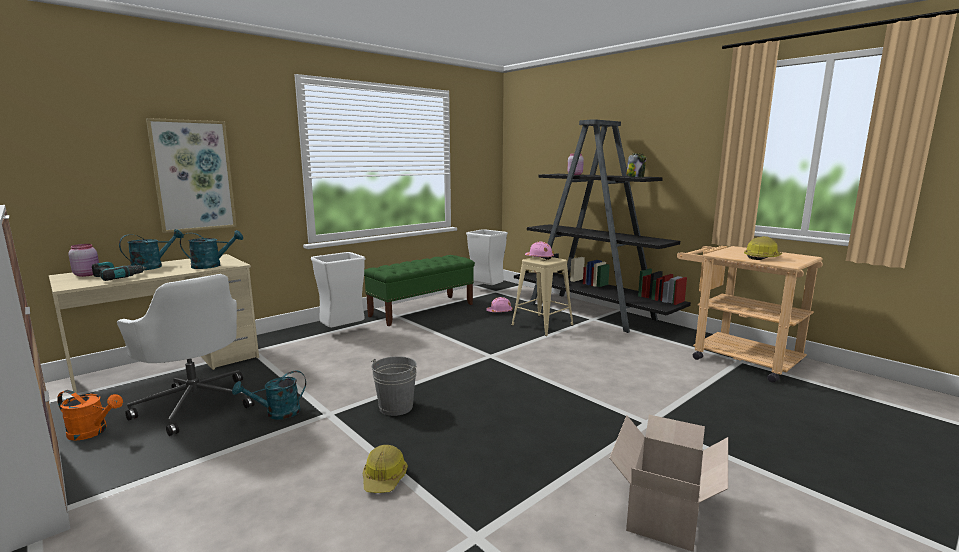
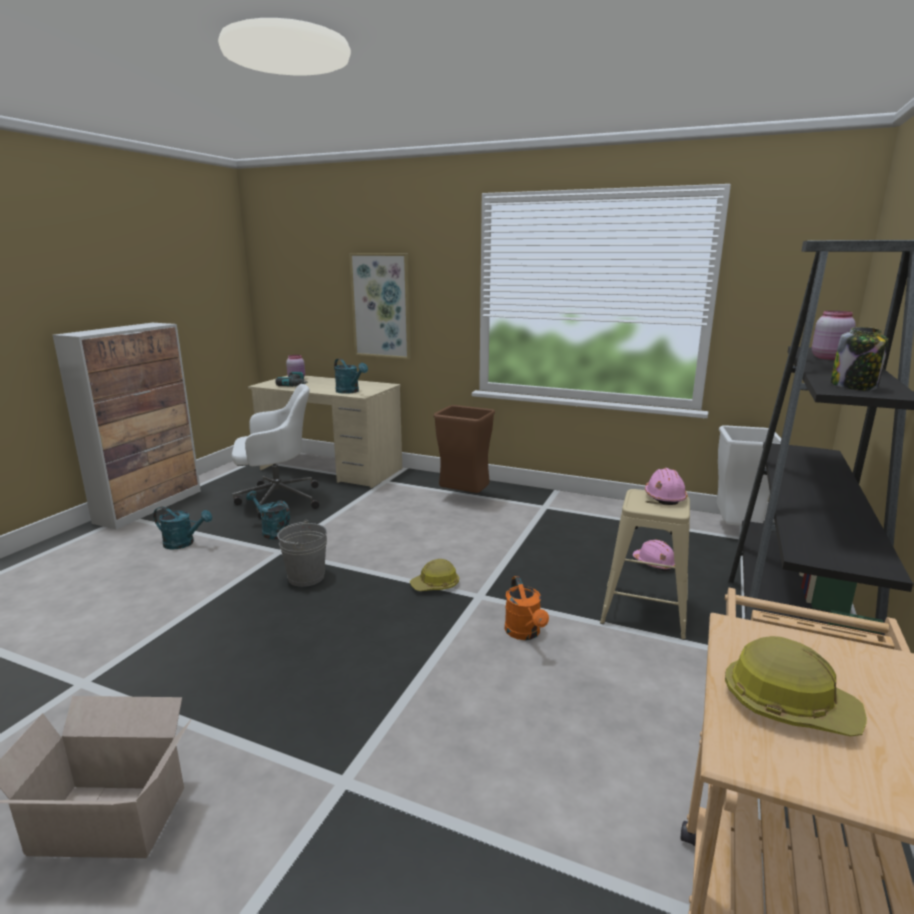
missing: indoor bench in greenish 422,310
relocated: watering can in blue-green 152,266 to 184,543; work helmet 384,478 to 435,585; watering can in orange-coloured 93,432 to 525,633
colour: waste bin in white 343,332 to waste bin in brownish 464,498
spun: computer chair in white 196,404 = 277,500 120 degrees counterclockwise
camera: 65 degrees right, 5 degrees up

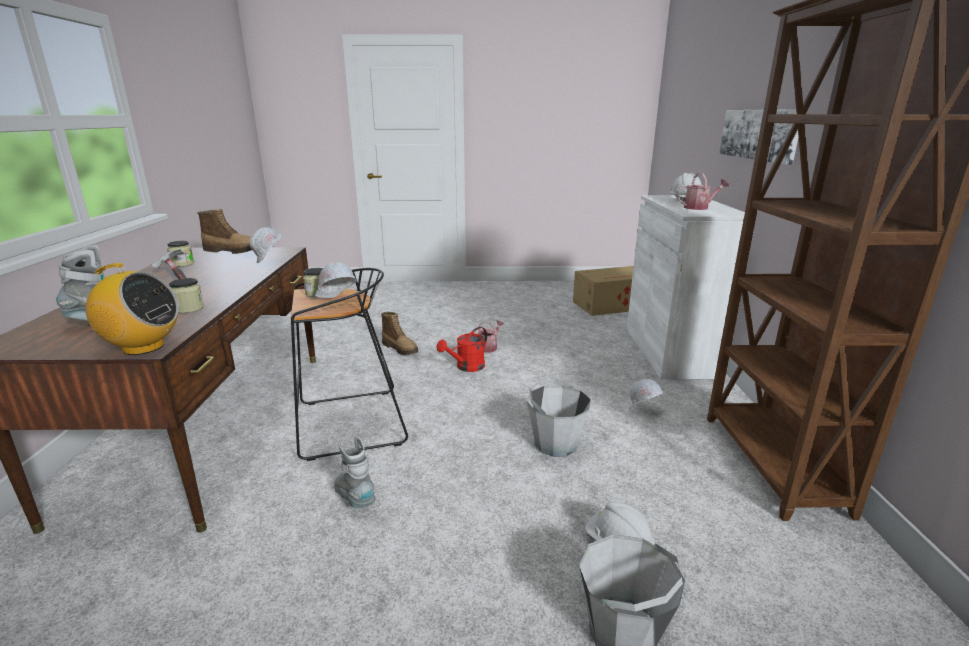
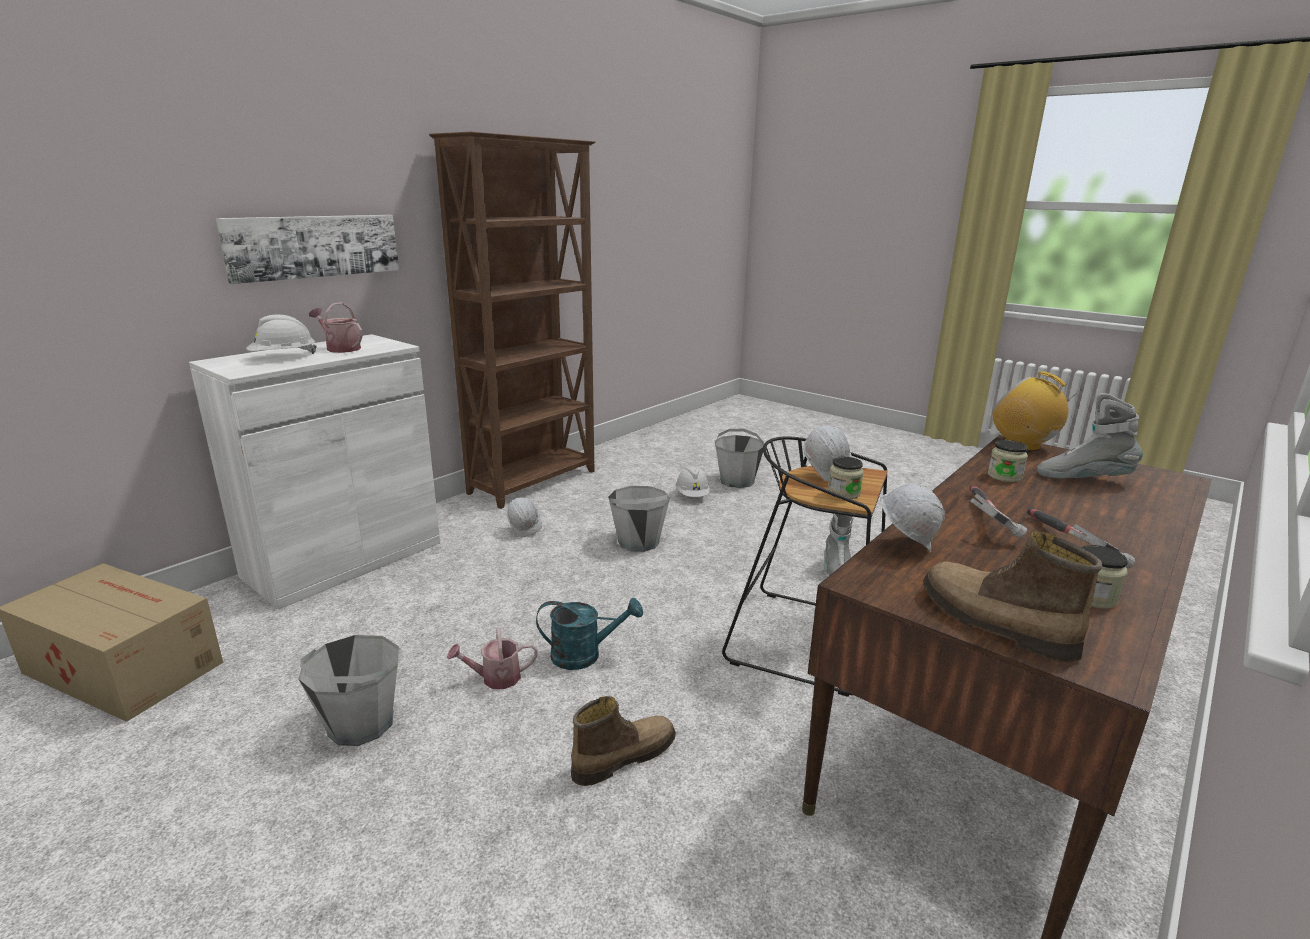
appeared: water bucket in gray 360,724; hammer 985,519
colour: watering can in reddish 466,367 to watering can in blue-green 585,655
spun: high-top boot 400,349 = 623,756 60 degrees clockwise
camera: 140 degrees left, 0 degrees up

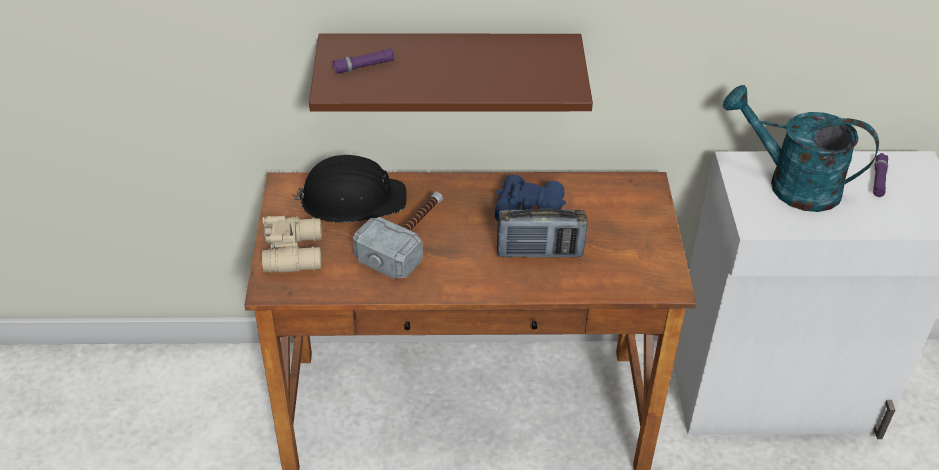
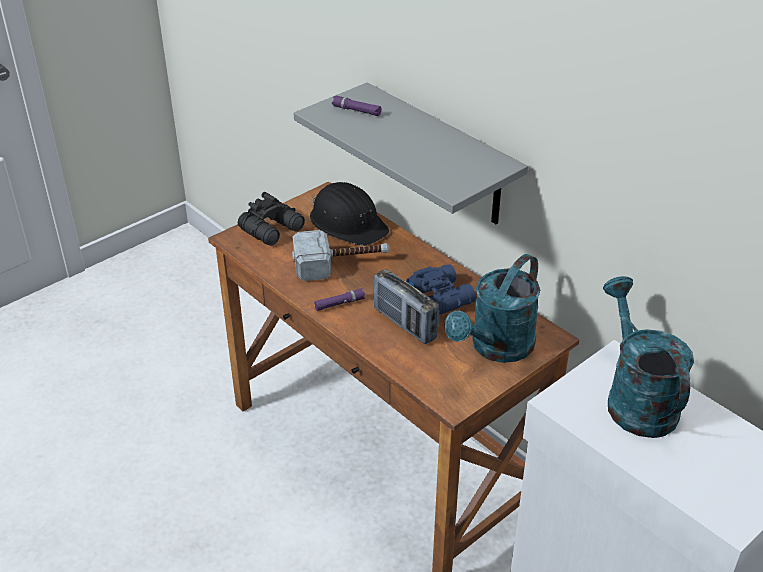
appeared: watering can in blue-green 496,348
relocated: flashlight in purple-coloured 878,179 to 339,303
colour: binoculars in beige-coloured 295,252 to binoculars in black-coloured 273,229; shelf in brownish 450,72 to shelf in gray 441,156
camera: 50 degrees right, 5 degrees down

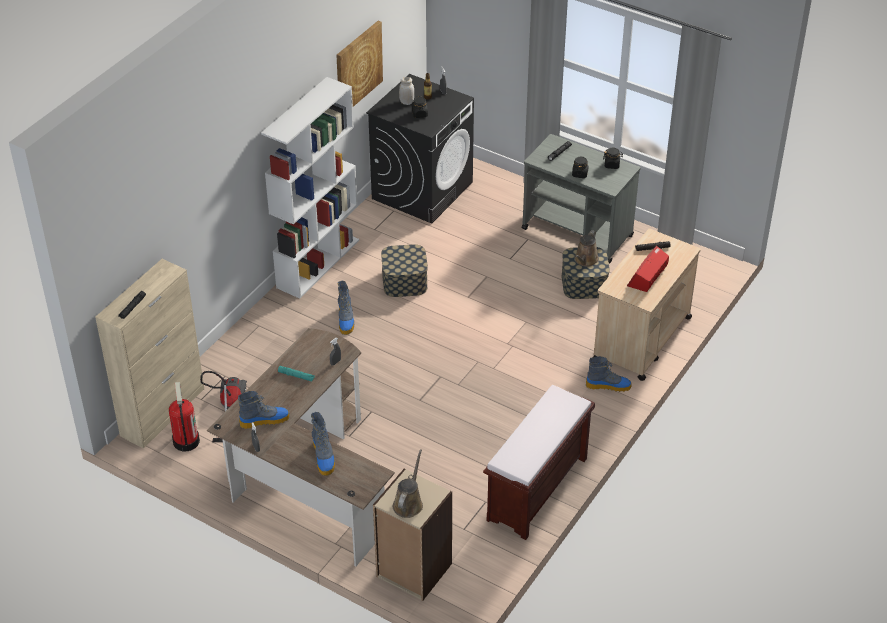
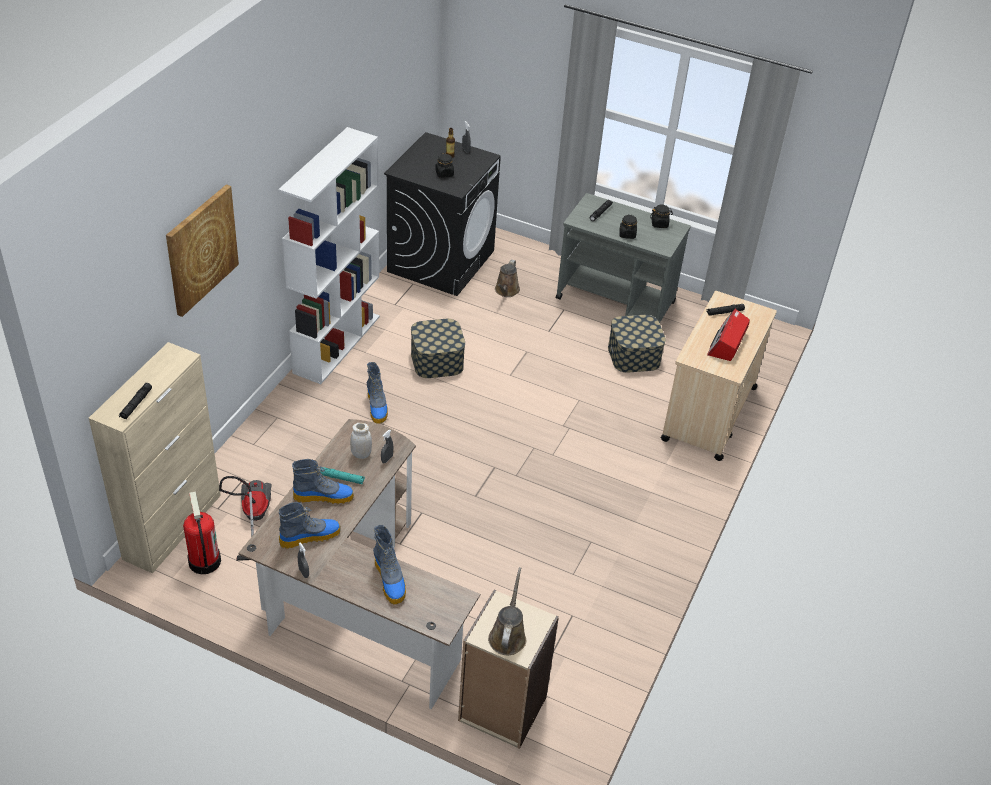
missing: indoor bench in brownish 537,490
relocated: picture 358,67 to 201,249; high-top boot 608,385 to 324,496; storage jar in white 406,102 to 361,454; watering can in brownish 585,260 to 506,291
camera: 10 degrees left, 0 degrees up

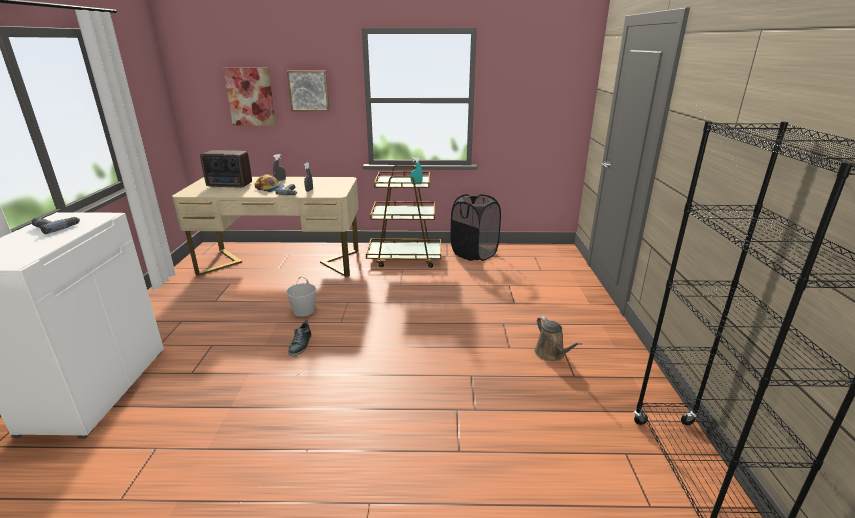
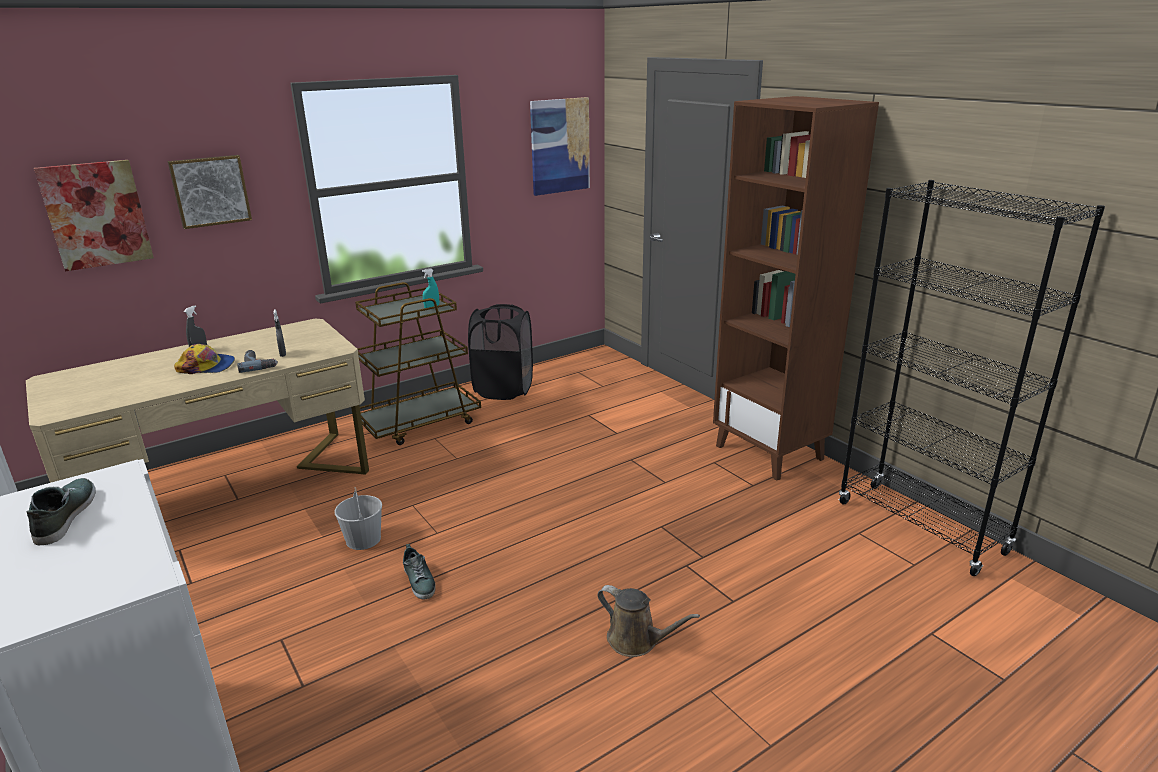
missing: radio receiver 230,185
appeared: picture 560,146; shelving unit in brownish 770,452
relocated: watering can in brownish 551,354 to 636,641
exchanged: power drill 55,227 to shoe 64,516
camera: 35 degrees left, 0 degrees up

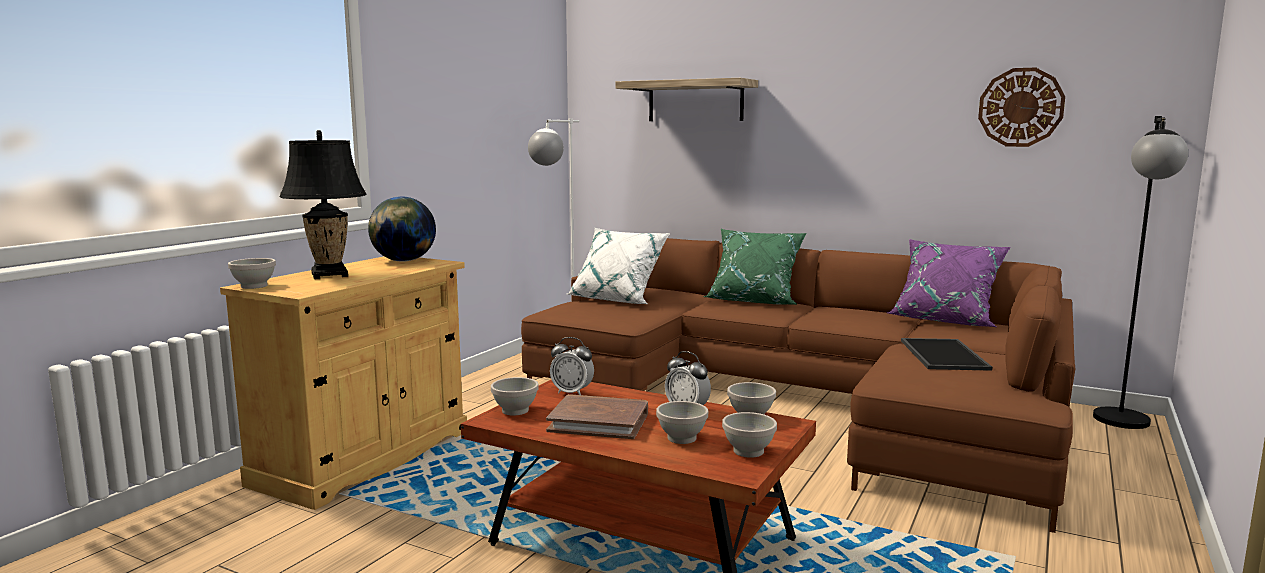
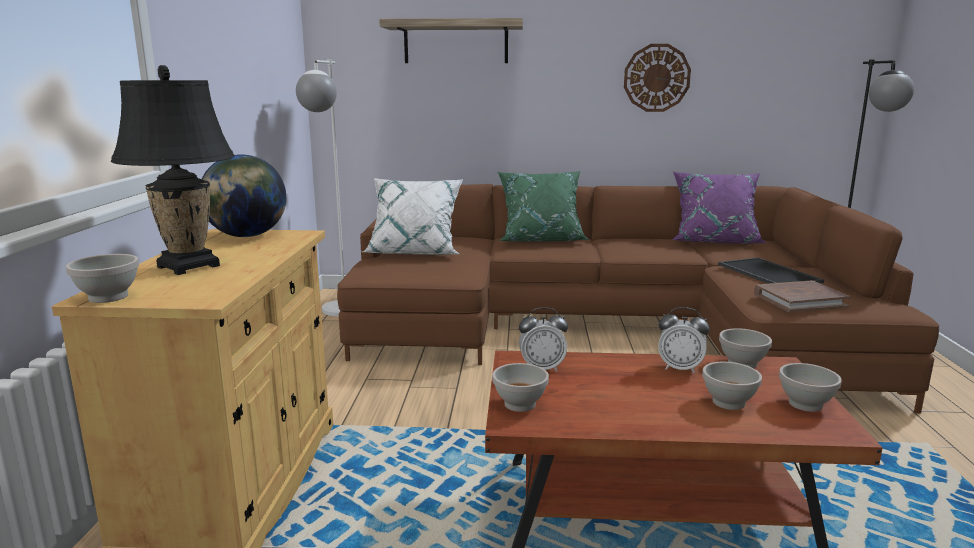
relocated: clock on the wall 1020,107 to 656,78; volume in brownish 599,421 to 799,300
camera: 25 degrees left, 5 degrees up

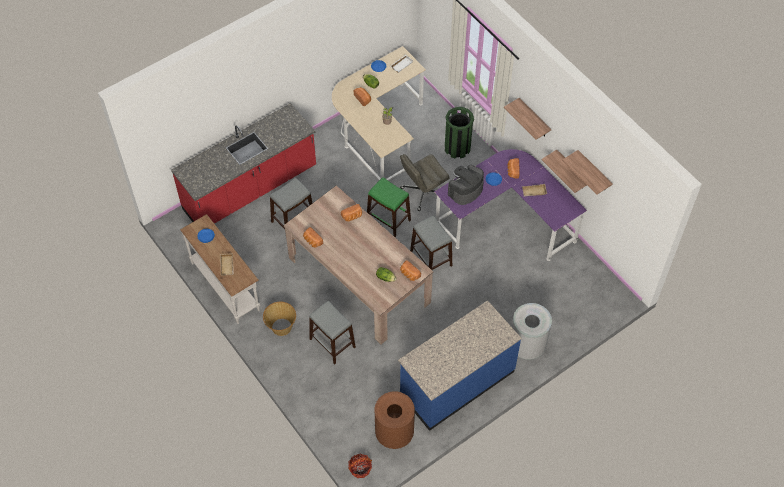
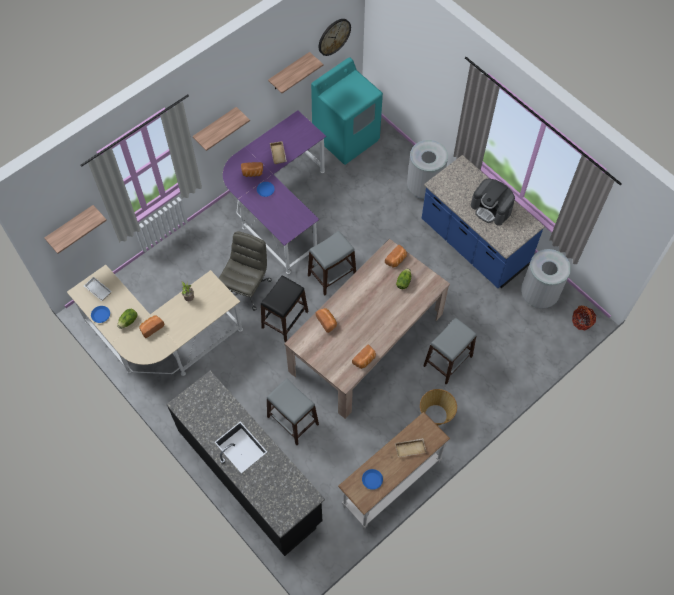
missing: waste bin in greenish 457,148
appeared: washing machine in blue-green 346,138; clock on the wall 334,36
relocated: shelf 572,171 to 71,226; coffee machine 465,190 to 491,209
colour: kitchen counter in reddish 250,189 to kitchen counter in black-coloured 250,476; stool seat in greenish 388,219 to stool seat in black-coloured 284,320; waste bin in brownish 394,433 to waste bin in gray 539,294
spun: computer chair in gray 423,192 = 246,288 120 degrees counterclockwise
camera: 95 degrees left, 5 degrees up

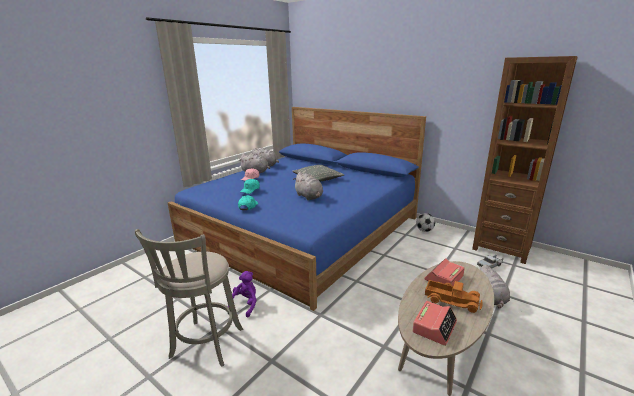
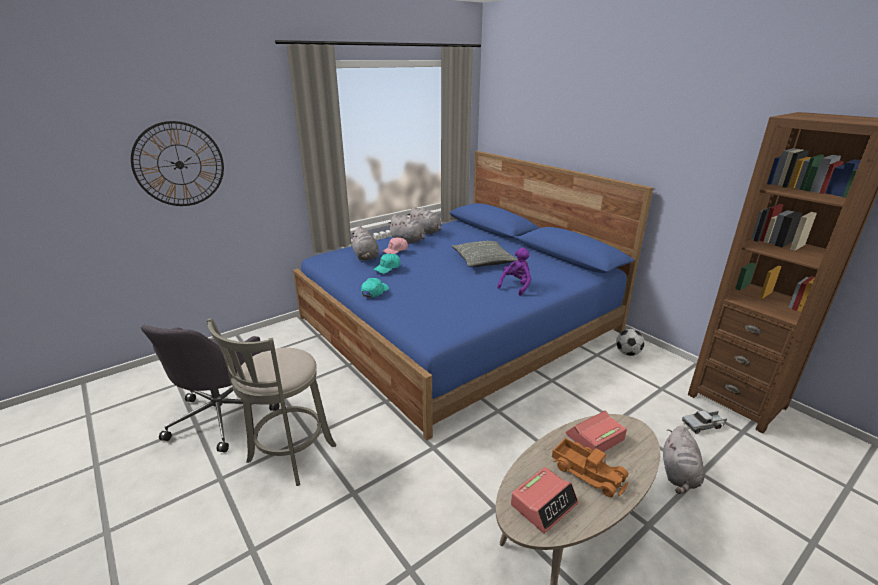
appeared: clock on the wall 179,164; computer chair in gray 223,415
relocated: soft toy in gray 309,197 to 365,257; soft toy in purple-coloured 245,305 to 516,286
camera: 15 degrees right, 5 degrees up

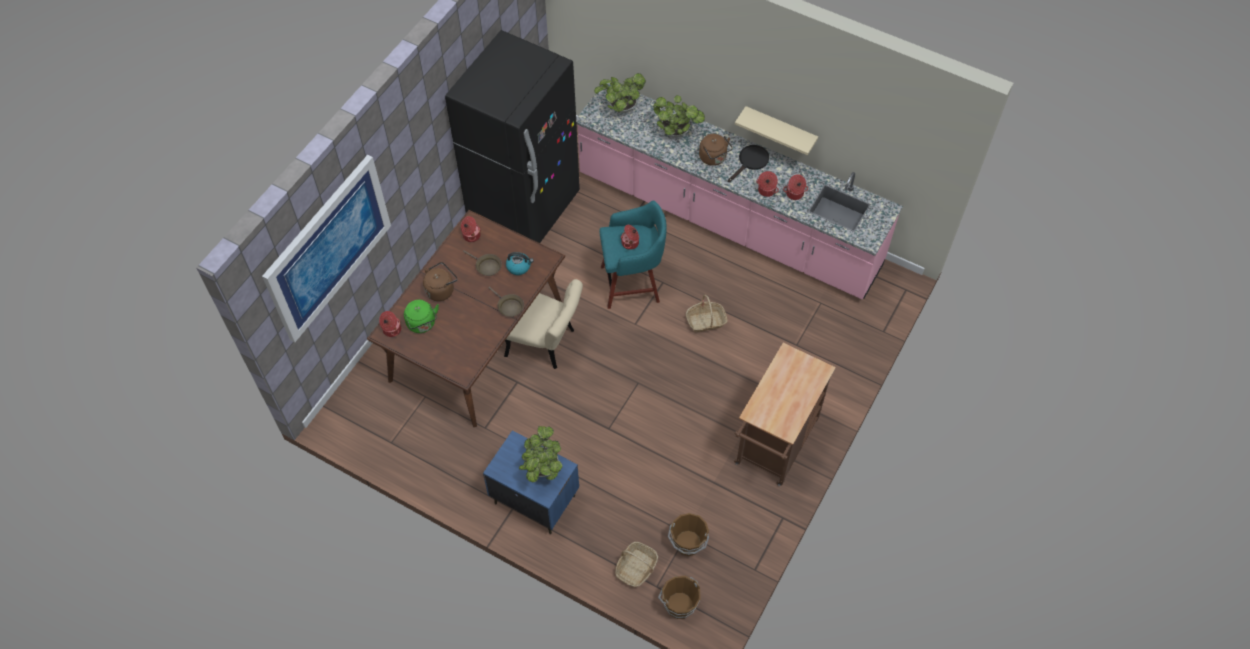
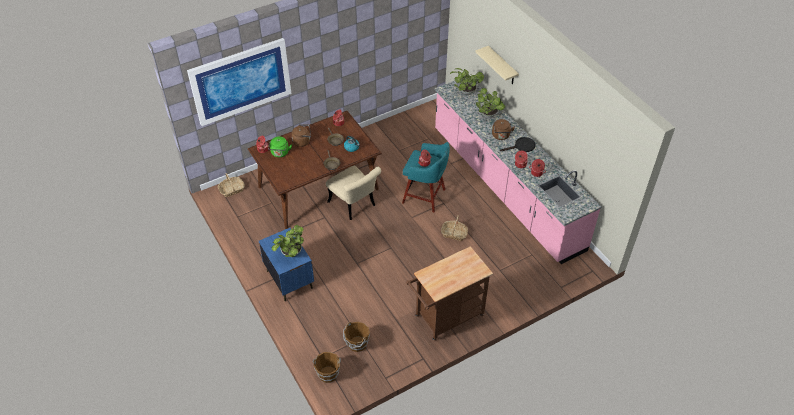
missing: refrigerator in black-coloured 524,209
relocated: basket 636,568 to 232,190; shelf in beige-coloured 780,130 to 502,66
camera: 30 degrees right, 10 degrees down

